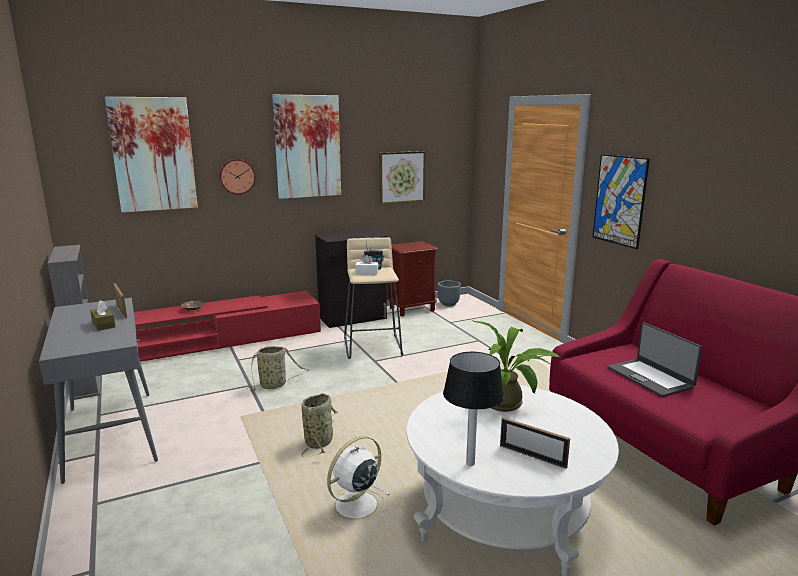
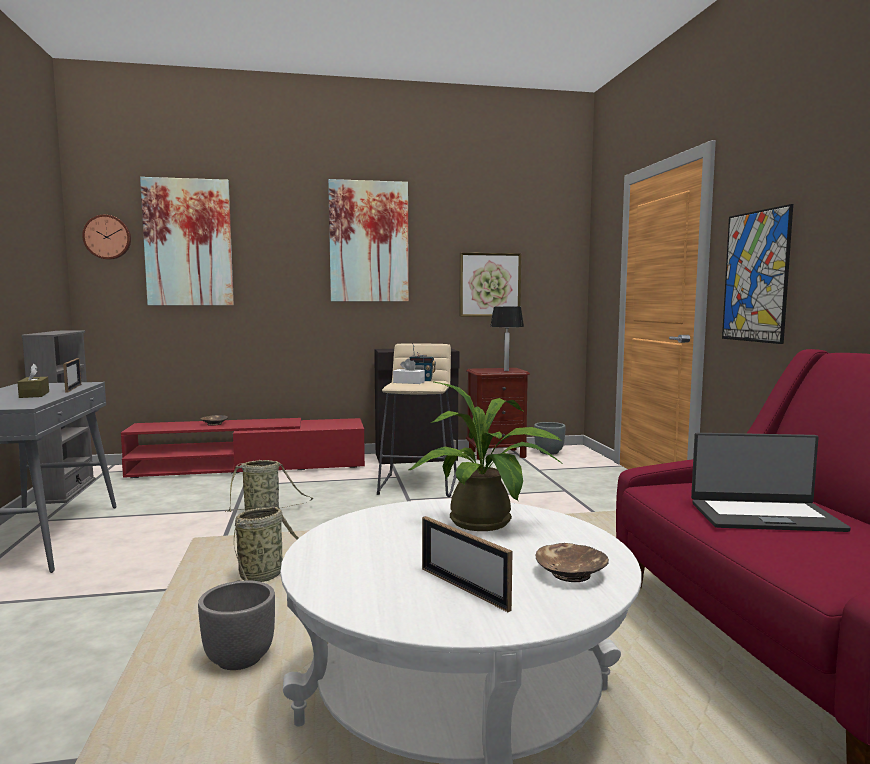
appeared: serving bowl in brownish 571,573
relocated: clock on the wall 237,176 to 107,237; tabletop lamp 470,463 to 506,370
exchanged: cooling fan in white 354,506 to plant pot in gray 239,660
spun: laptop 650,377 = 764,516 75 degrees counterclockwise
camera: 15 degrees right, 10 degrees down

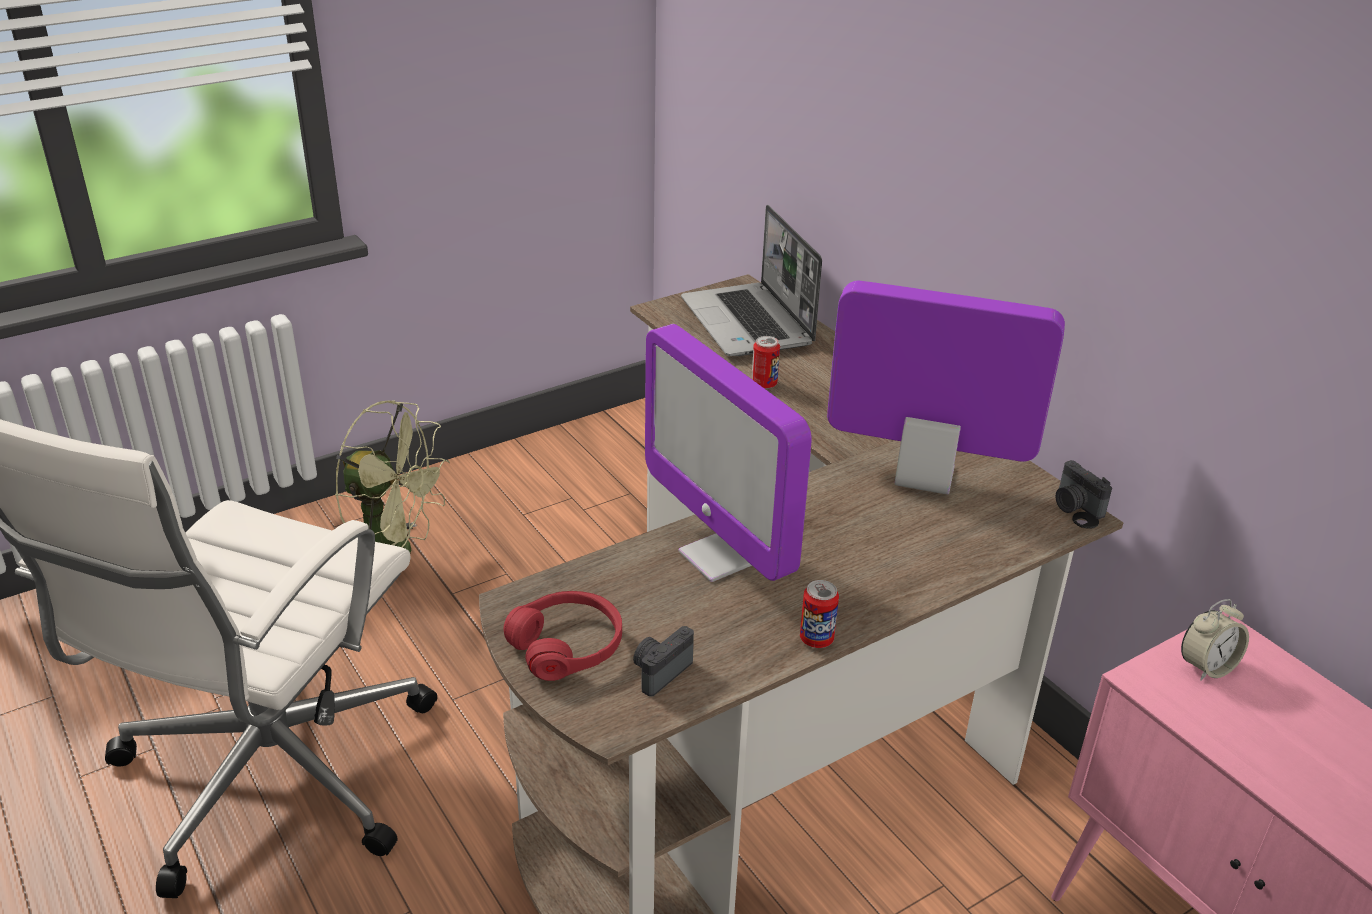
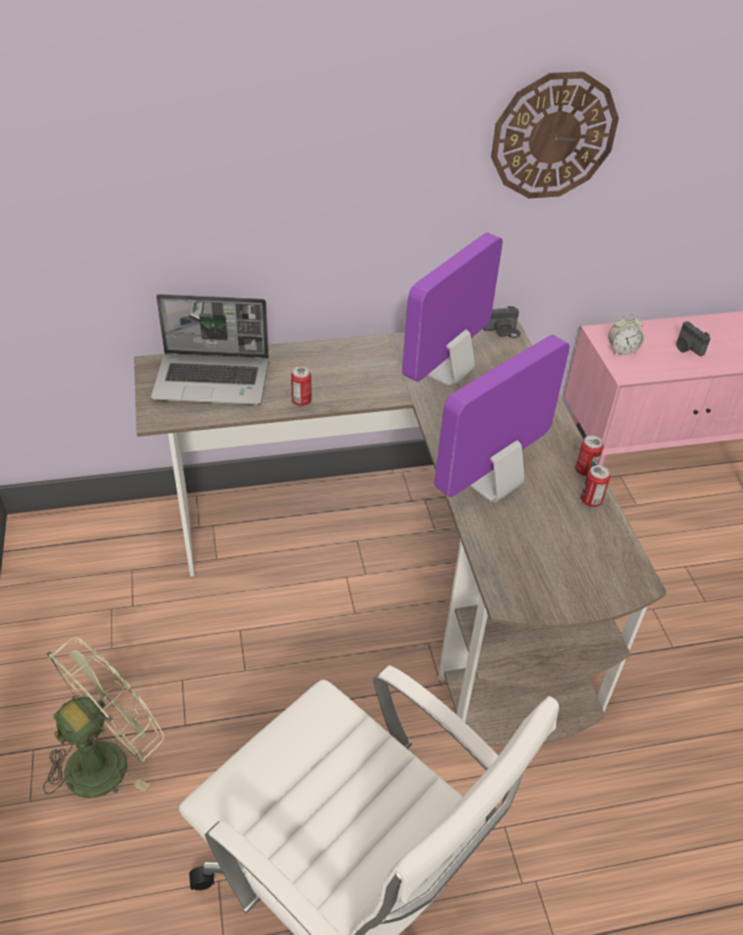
missing: headset in reddish 567,646
appeared: clock on the wall 553,136; can 591,500
relocated: still camera 659,671 to 687,348
spun: monitor 721,556 = 493,485 150 degrees clockwise; alarm clock 1206,667 = 622,350 90 degrees clockwise
camera: 70 degrees left, 10 degrees up

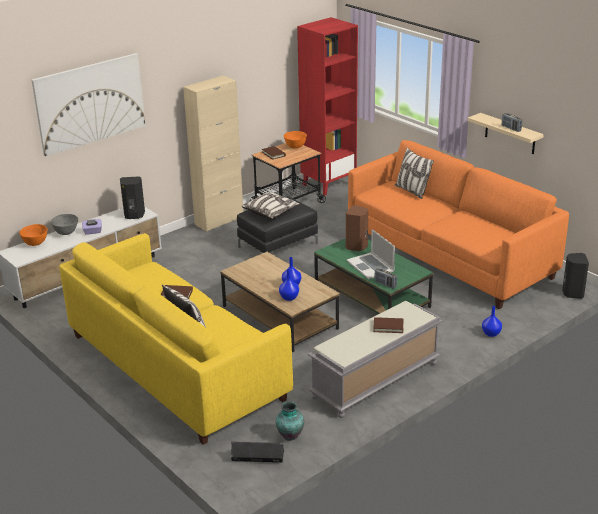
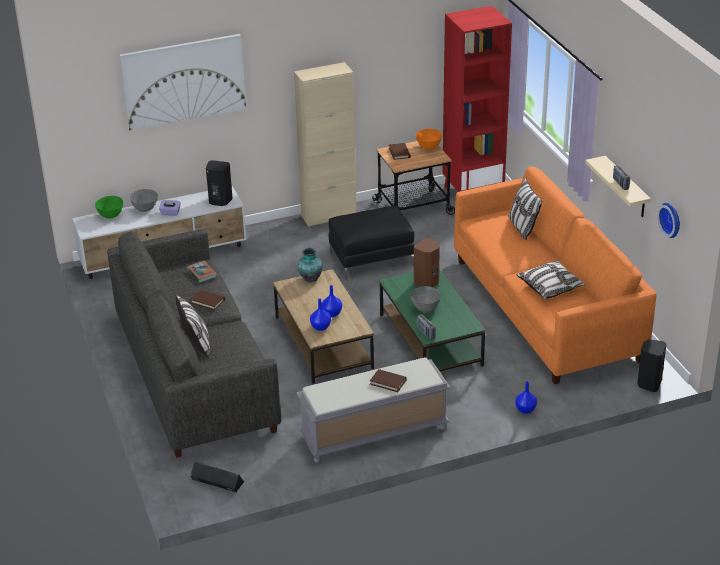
appeared: volume 201,273; clock on the wall 671,219
relocated: flower vase 289,435 to 310,278; throw pillow 271,212 to 550,287
exchanged: laptop 370,266 to serving bowl in gray 425,308
colour: serving bowl in orange-coloured 35,243 to serving bowl in greenish 110,216; sofa in yellow 175,367 to sofa in gray 194,373
camera: 20 degrees right, 5 degrees up

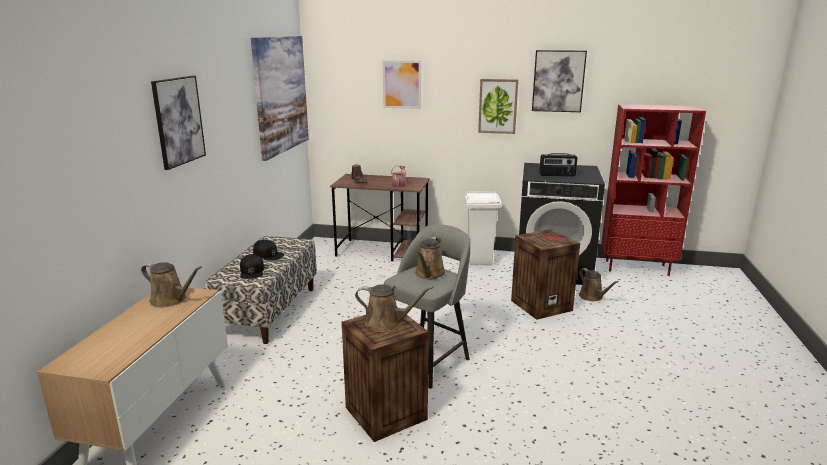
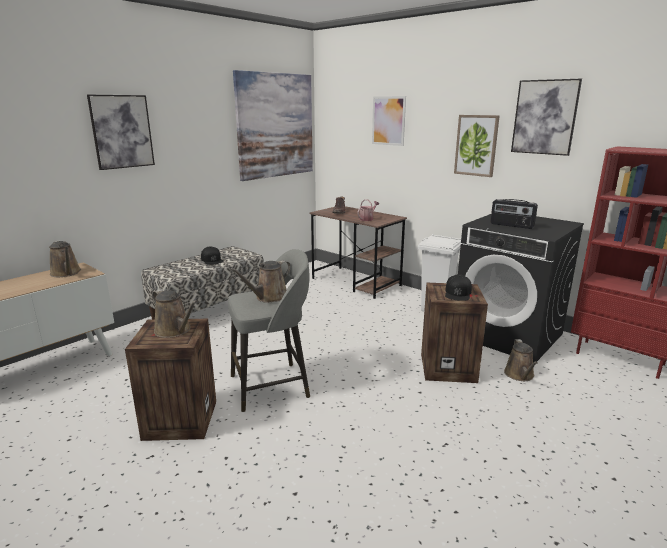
relocated: baseball cap in black-coloured 252,271 to 458,293
camera: 30 degrees right, 0 degrees up

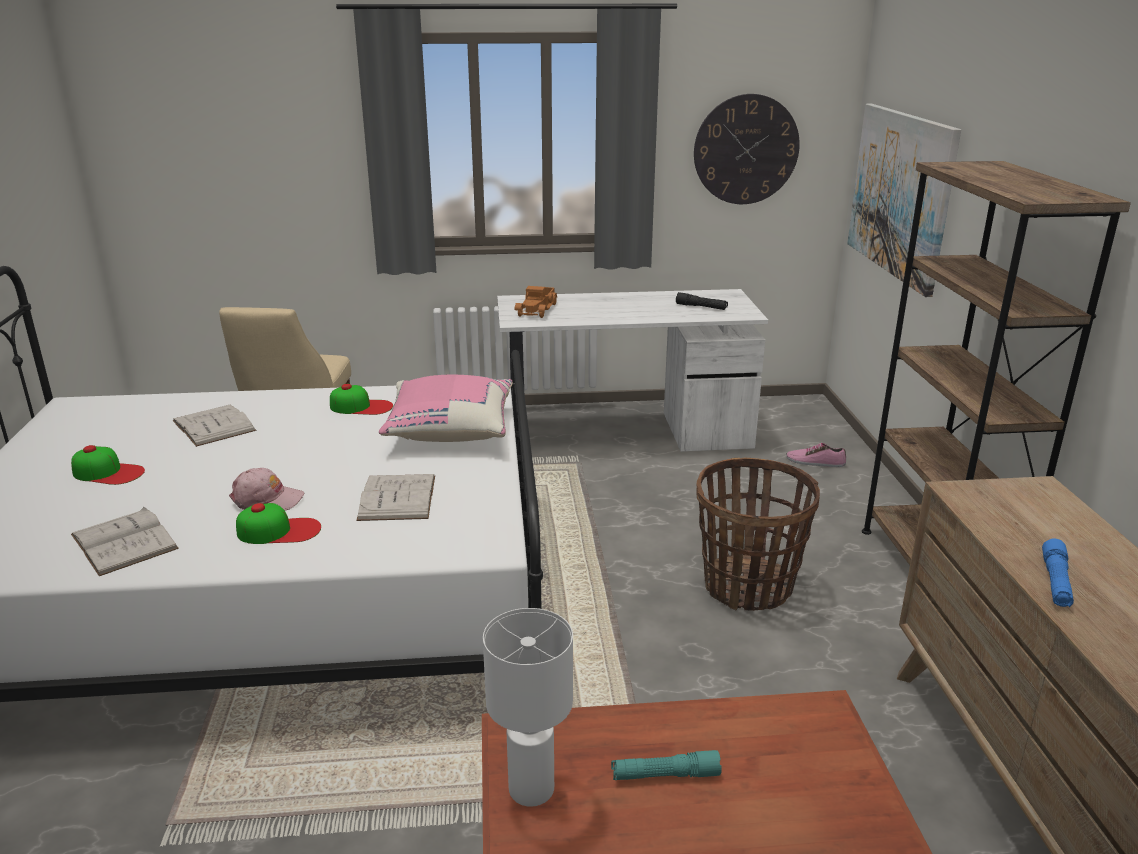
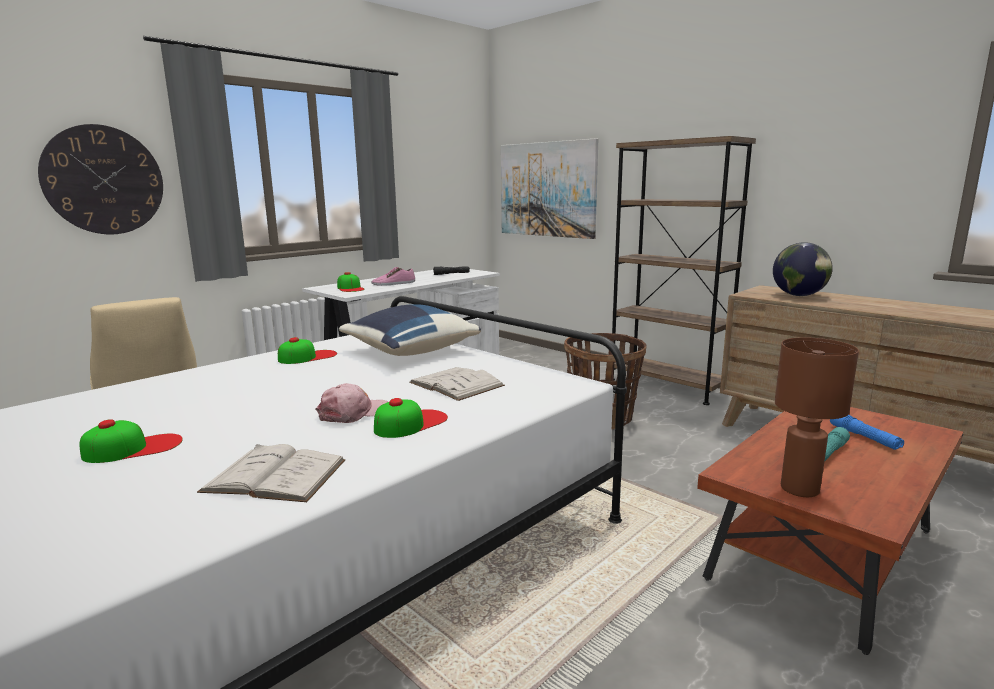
missing: volume in white 214,425
appeared: world globe 799,295
relocated: clock on the wall 746,150 to 104,180; shoe 815,462 to 393,283; flashlight in blue-coloured 1055,582 to 864,437
exchanged: toy truck 537,309 to baseball cap 350,288
colour: throw pillow in pink-coloured 449,431 to throw pillow in blue-coloured 409,351; tabletop lamp in white 531,791 to tabletop lamp in brownish 800,489
camera: 40 degrees left, 10 degrees down

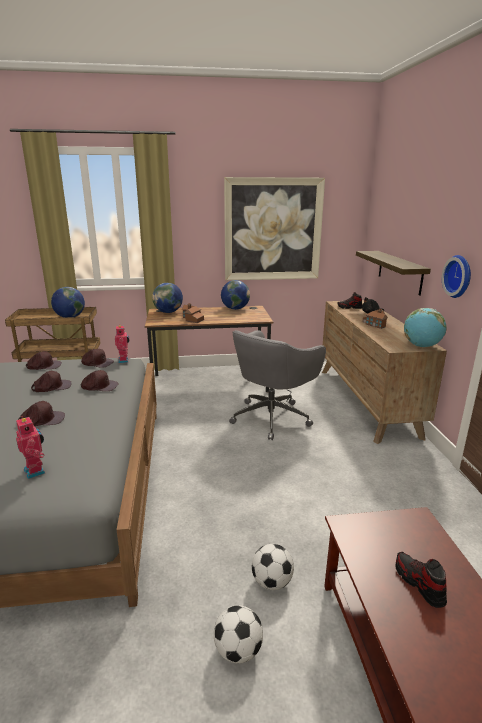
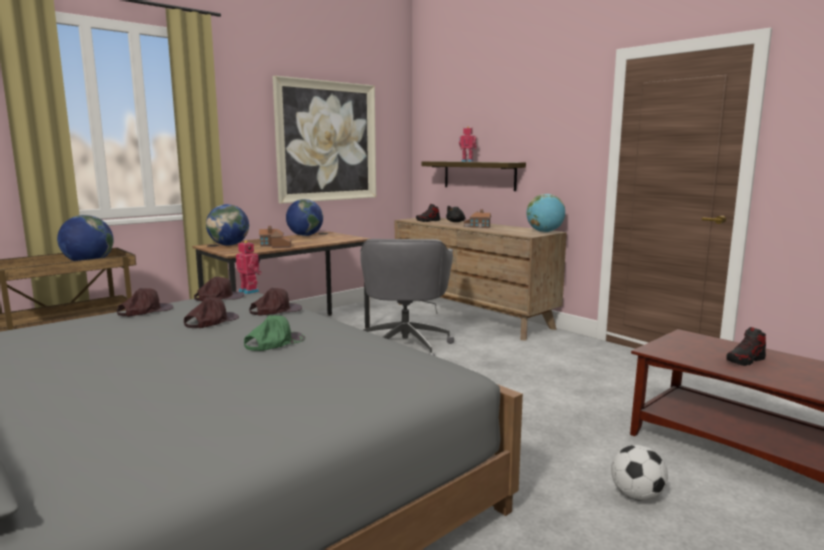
missing: ball for football 272,582; clock on the wall 459,276
relocated: toy robot 36,471 to 467,161
colour: baseball cap in brownish 42,419 to baseball cap in greenish 274,342
spun: shoe 419,584 = 745,360 60 degrees counterclockwise
camera: 35 degrees left, 10 degrees down

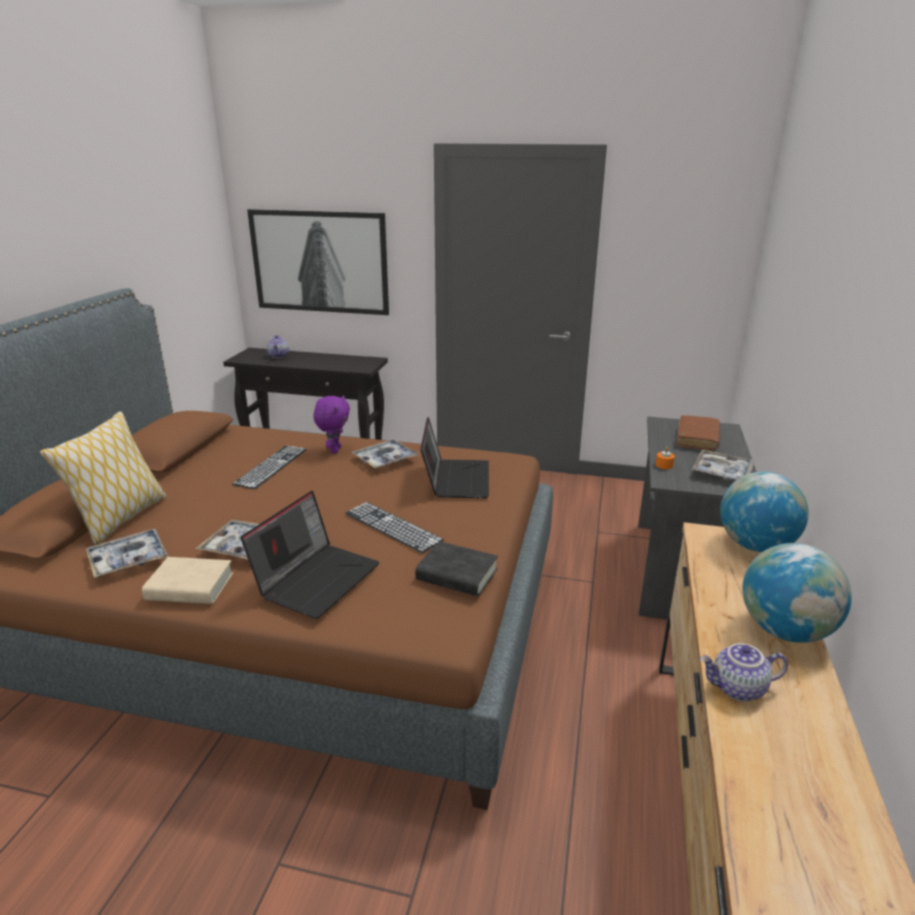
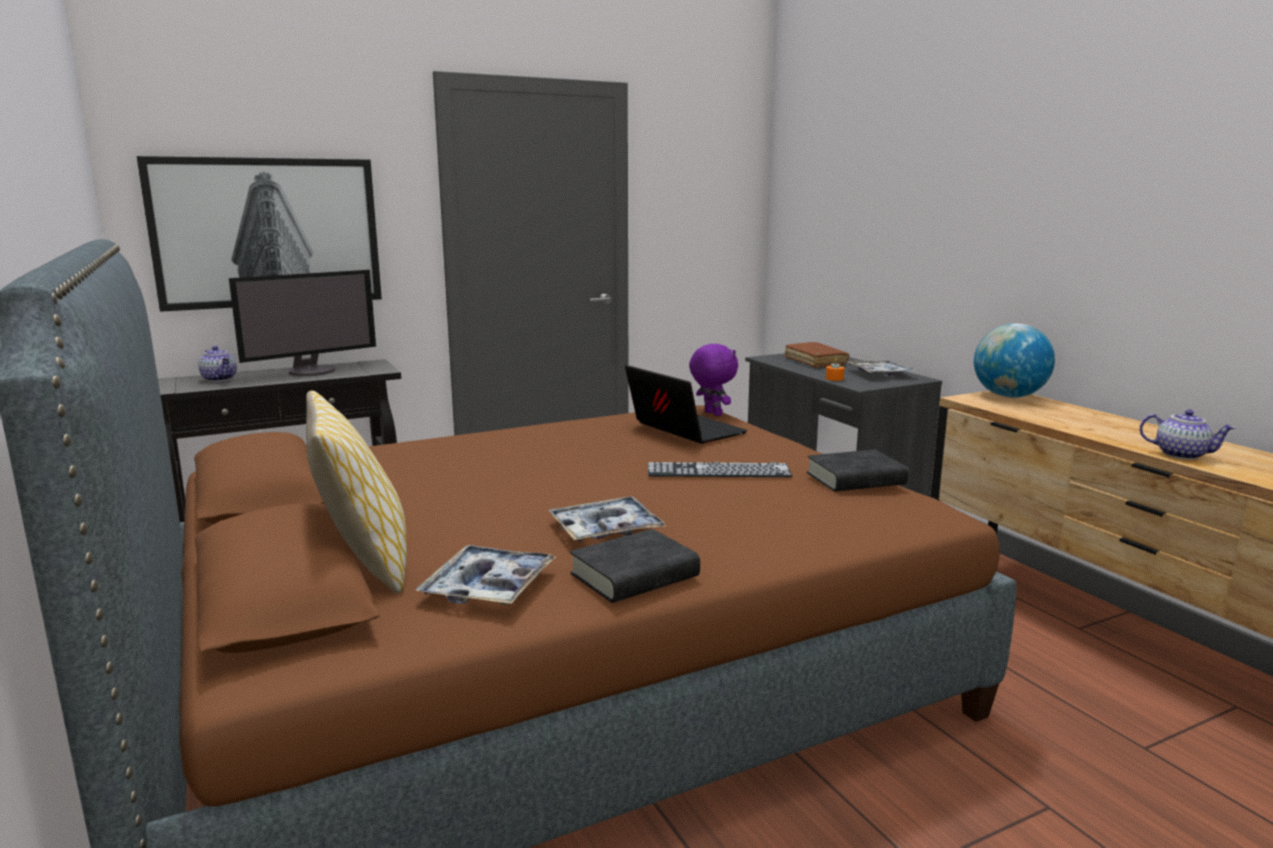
missing: keyboard 271,466; laptop 317,578; carrying tray 385,460; world globe 785,630
appeared: monitor 312,371
relocated: soft toy in purple-coloured 334,450 to 711,414
colour: volume in beige-coloured 190,587 to volume in black-coloured 634,575
spun: teapot 738,689 = 1181,454 105 degrees counterclockwise
camera: 40 degrees left, 10 degrees down

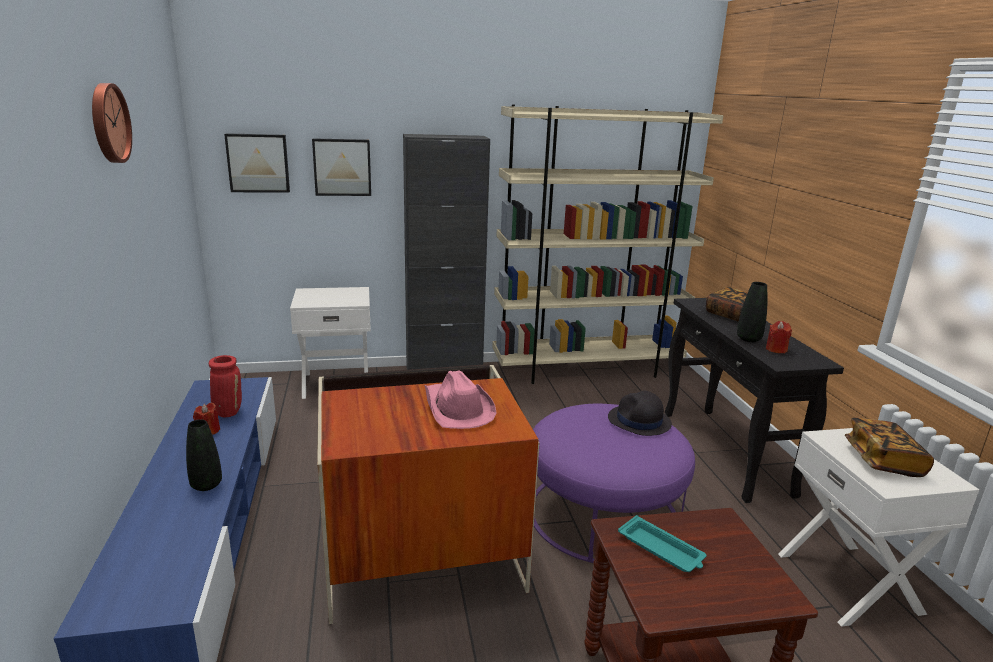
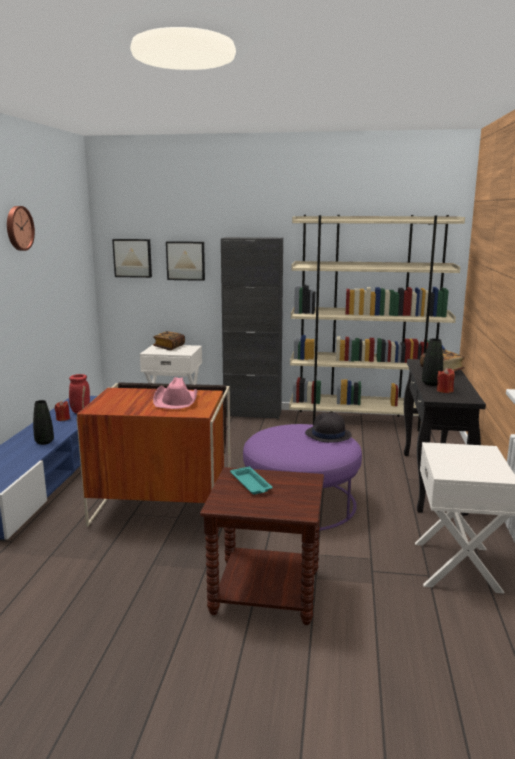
relocated: volume 883,461 to 169,347
camera: 20 degrees right, 5 degrees down

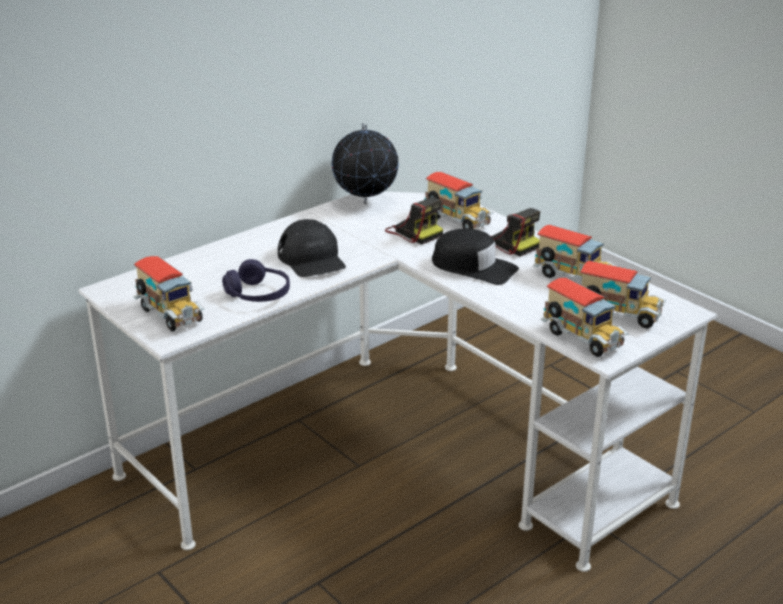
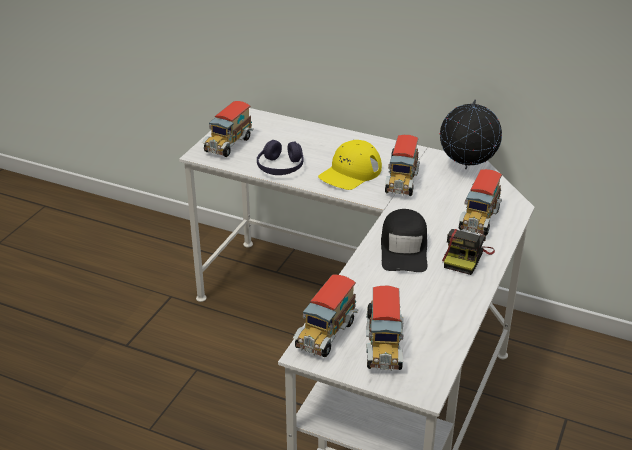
missing: still camera 414,232
relocated: toy truck 573,278 to 401,182
colour: baseball cap in black-coloured 312,259 to baseball cap in yellow 350,172
camera: 65 degrees right, 5 degrees up

